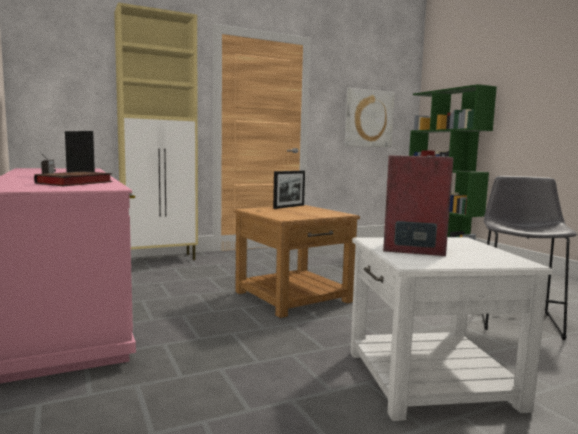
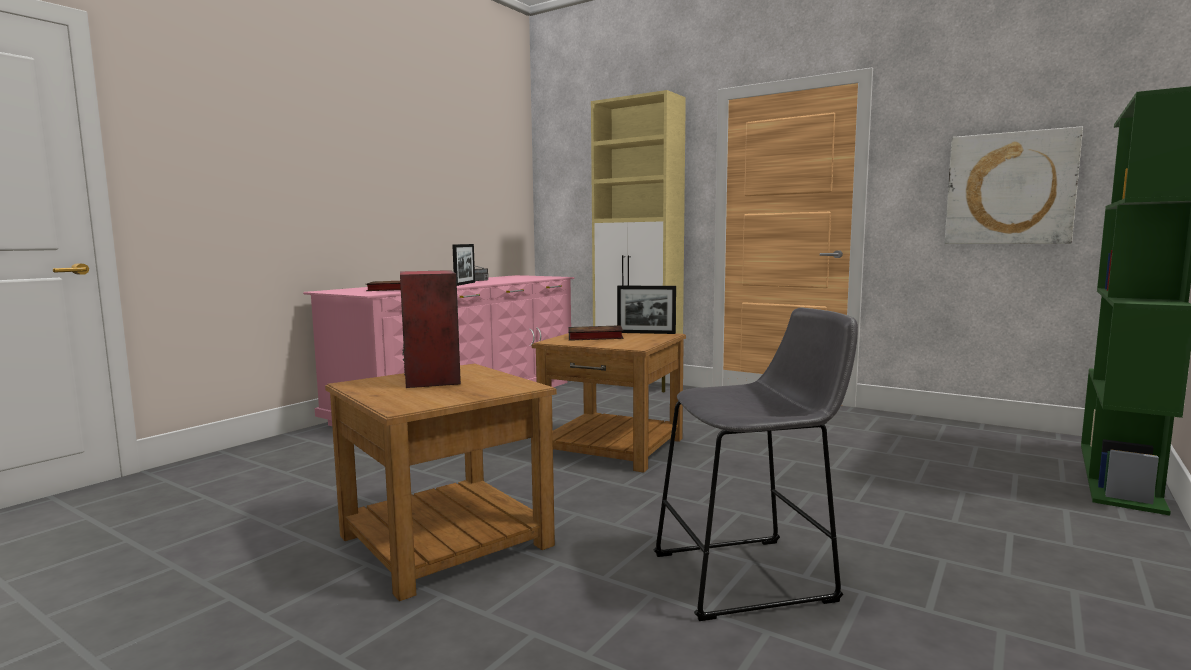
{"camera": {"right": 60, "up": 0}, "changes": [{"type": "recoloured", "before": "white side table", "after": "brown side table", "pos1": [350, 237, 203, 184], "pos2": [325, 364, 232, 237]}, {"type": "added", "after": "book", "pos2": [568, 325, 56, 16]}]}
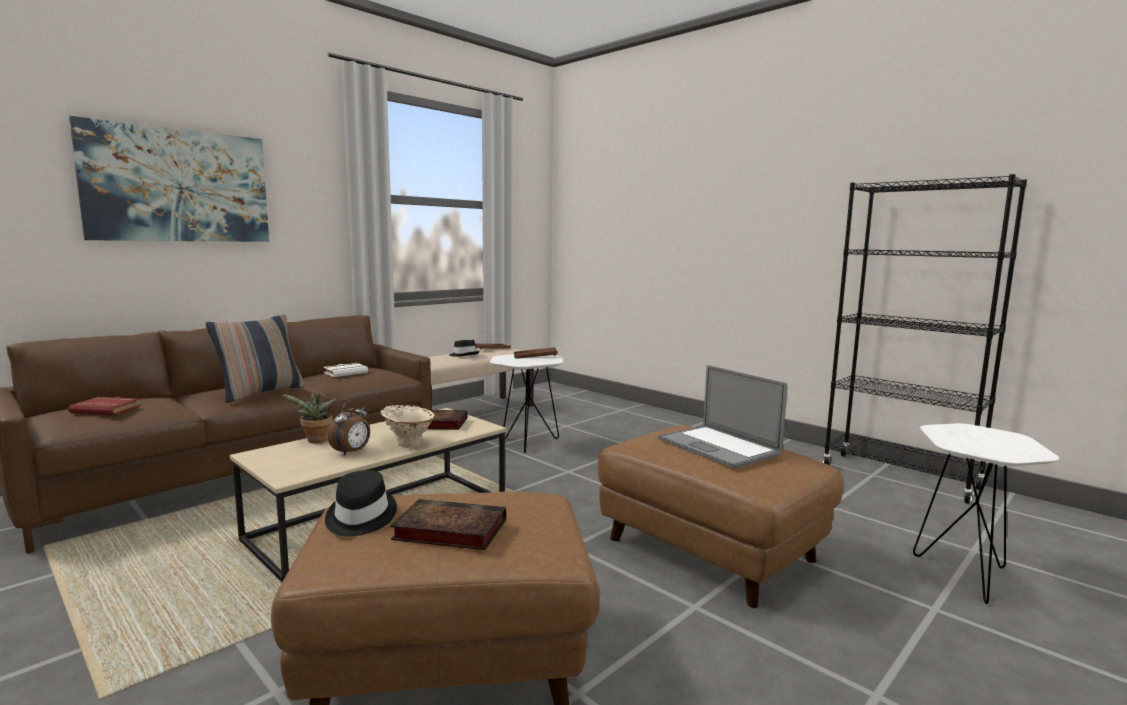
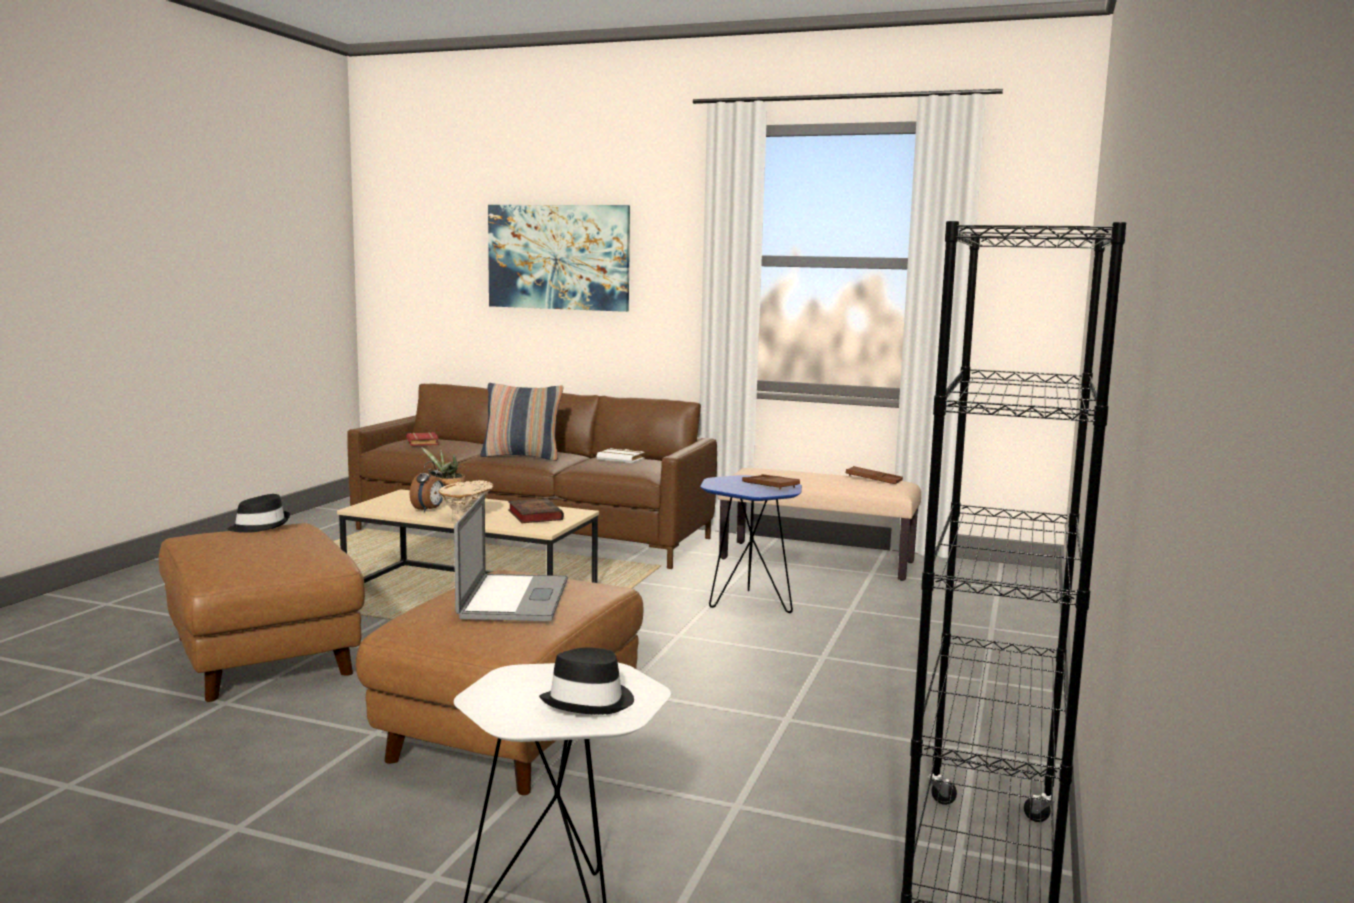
{"camera": {"right": 65, "up": 0}, "changes": [{"type": "moved", "before": "black hat", "pos1": [449, 340, 30, 17], "pos2": [539, 647, 95, 68]}, {"type": "recoloured", "before": "white side table", "after": "blue side table", "pos1": [490, 354, 73, 99], "pos2": [700, 475, 102, 138]}, {"type": "turned", "before": "laptop", "pos1": [658, 365, 130, 104], "pos2": [454, 494, 114, 127], "turn": 150}, {"type": "turned", "before": "alarm clock", "pos1": [327, 400, 43, 56], "pos2": [410, 461, 34, 51], "turn": -75}, {"type": "removed", "before": "book", "pos1": [390, 499, 116, 51]}]}
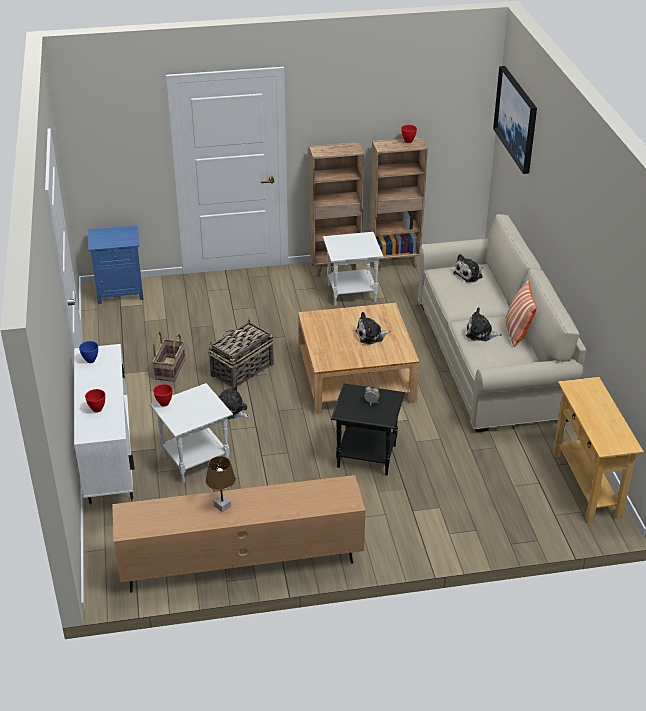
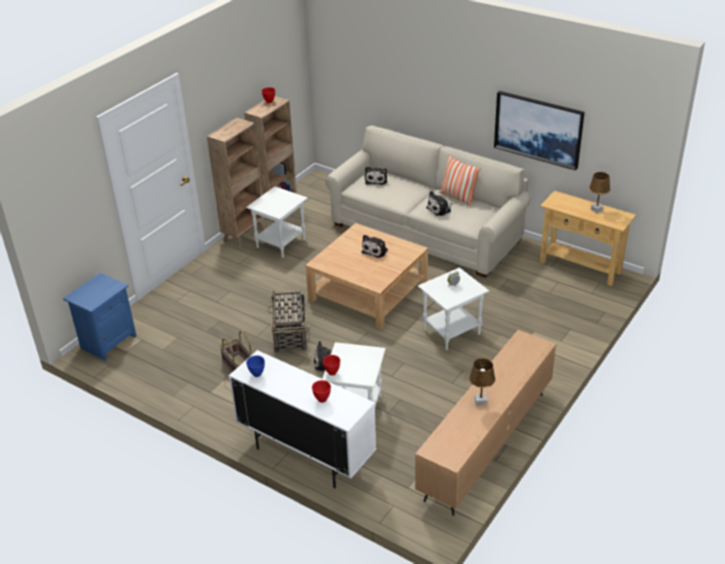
{"camera": {"right": -45, "up": 0}, "changes": [{"type": "moved", "before": "picture", "pos1": [493, 66, 44, 108], "pos2": [494, 91, 91, 80]}, {"type": "recoloured", "before": "black side table", "after": "white side table", "pos1": [331, 383, 74, 93], "pos2": [418, 267, 71, 83]}, {"type": "added", "after": "brown table lamp", "pos2": [589, 172, 21, 41]}]}
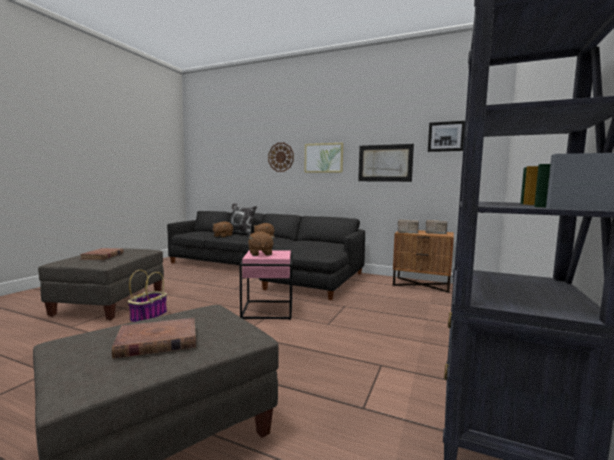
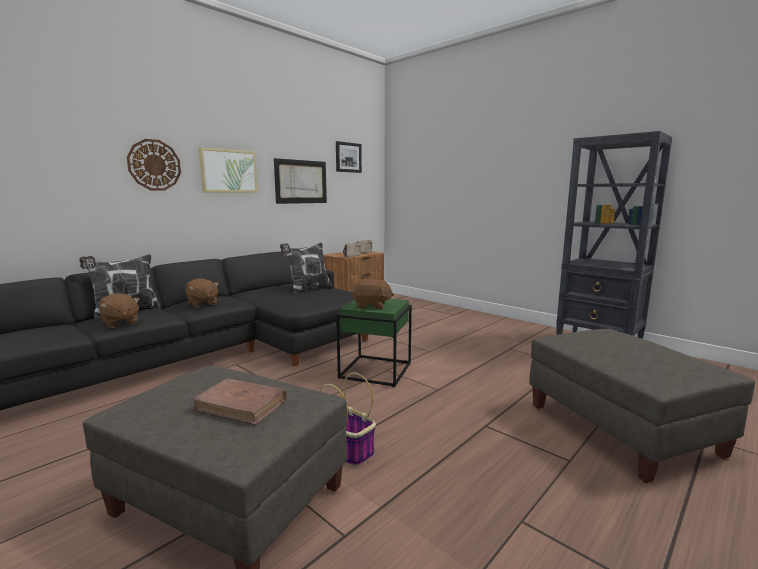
{"camera": {"right": -70, "up": 5}, "changes": [{"type": "recoloured", "before": "pink side table", "after": "green side table", "pos1": [240, 250, 53, 70], "pos2": [336, 299, 76, 88]}, {"type": "removed", "before": "brown book", "pos1": [112, 318, 84, 41]}, {"type": "added", "after": "pillow", "pos2": [280, 243, 52, 51]}]}
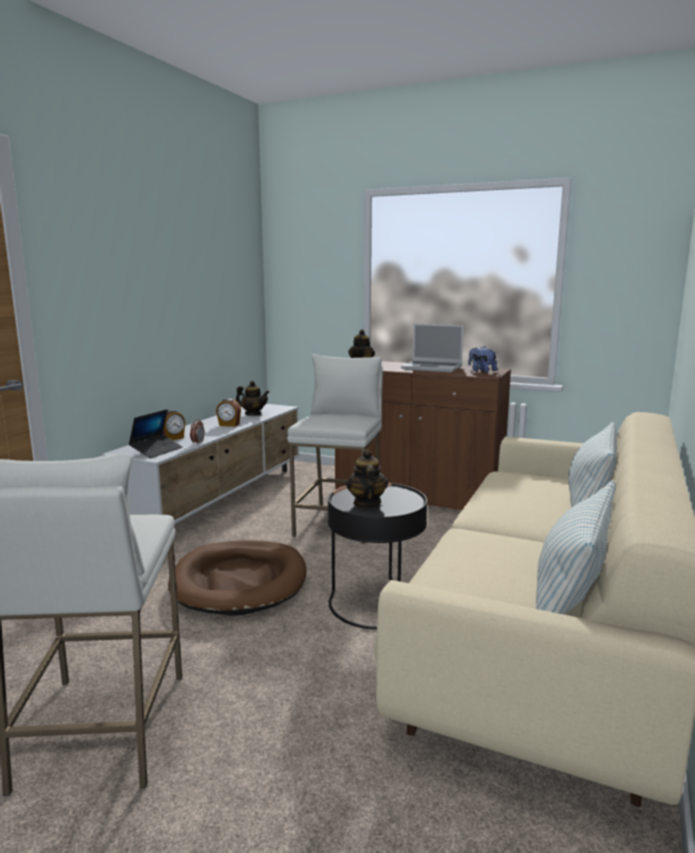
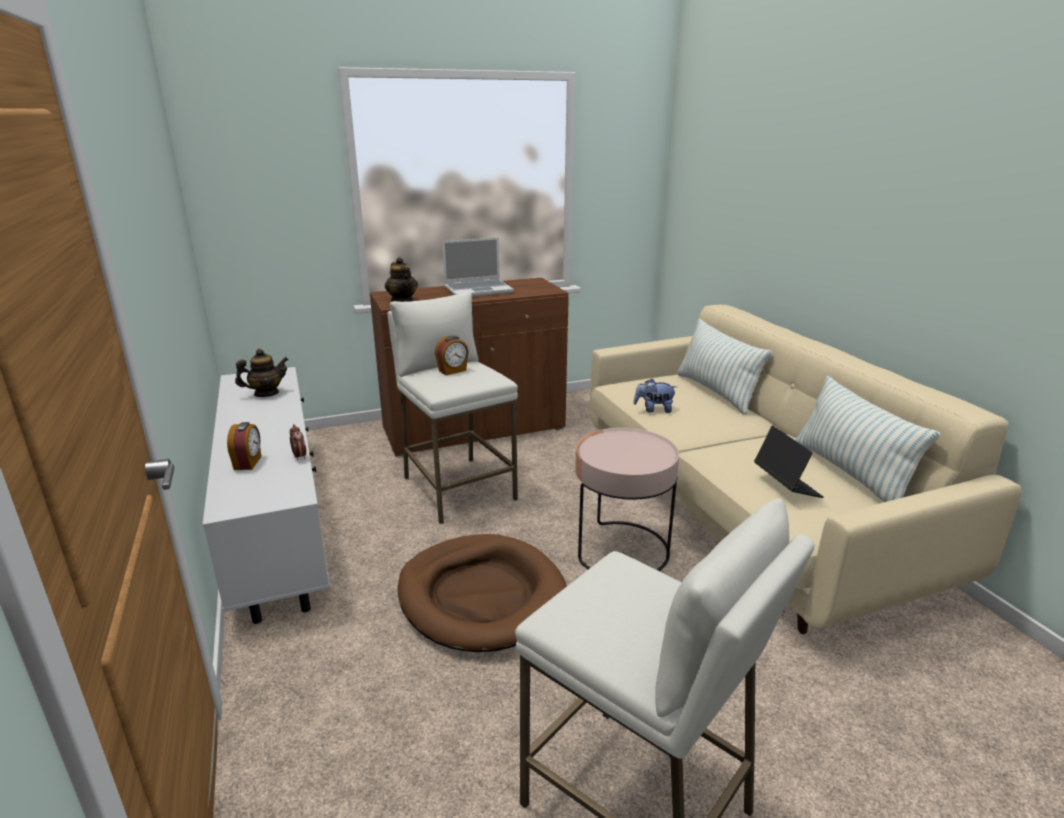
{"camera": {"right": -45, "up": 10}, "changes": [{"type": "moved", "before": "plush toy", "pos1": [468, 346, 29, 26], "pos2": [634, 379, 43, 34]}, {"type": "moved", "before": "alarm clock", "pos1": [216, 398, 25, 29], "pos2": [435, 336, 34, 39]}, {"type": "moved", "before": "laptop", "pos1": [129, 409, 53, 49], "pos2": [754, 426, 69, 72]}, {"type": "removed", "before": "teapot", "pos1": [346, 449, 42, 59]}, {"type": "recoloured", "before": "black side table", "after": "pink side table", "pos1": [328, 483, 99, 147], "pos2": [575, 428, 104, 143]}]}
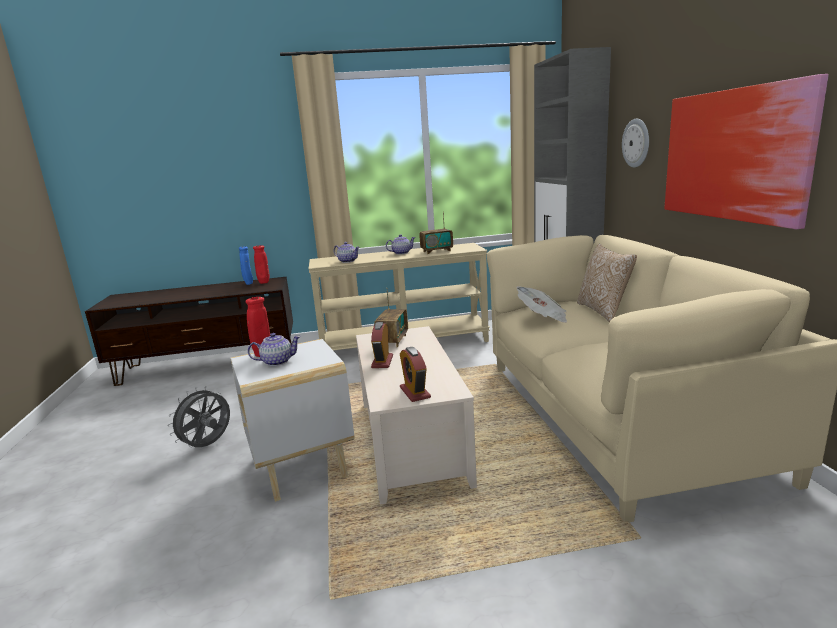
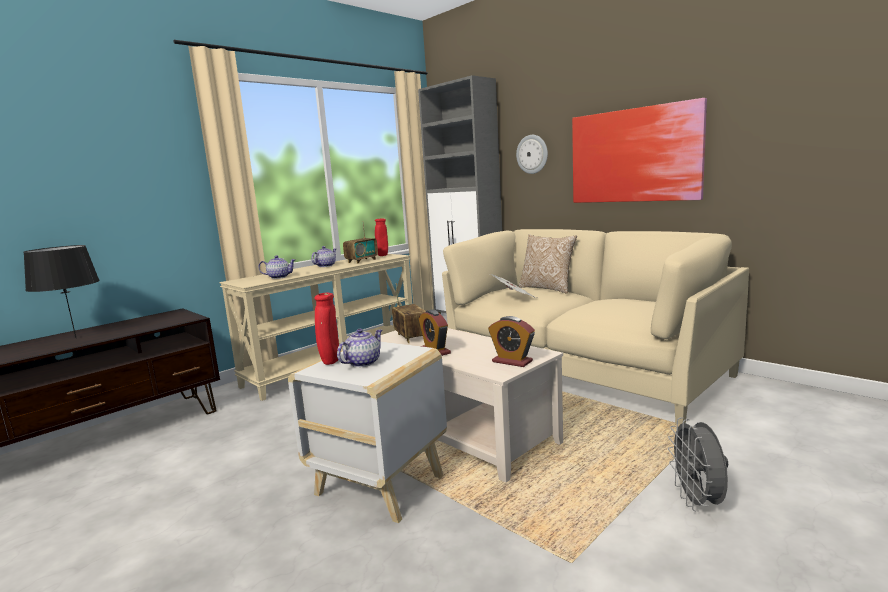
{"camera": {"right": -35, "up": -5}, "changes": [{"type": "moved", "before": "red vase", "pos1": [253, 245, 16, 39], "pos2": [375, 218, 13, 38]}, {"type": "removed", "before": "blue vase", "pos1": [239, 246, 14, 39]}, {"type": "moved", "before": "grey fan", "pos1": [168, 386, 62, 62], "pos2": [668, 417, 60, 94]}, {"type": "added", "after": "black table lamp", "pos2": [23, 245, 77, 93]}]}
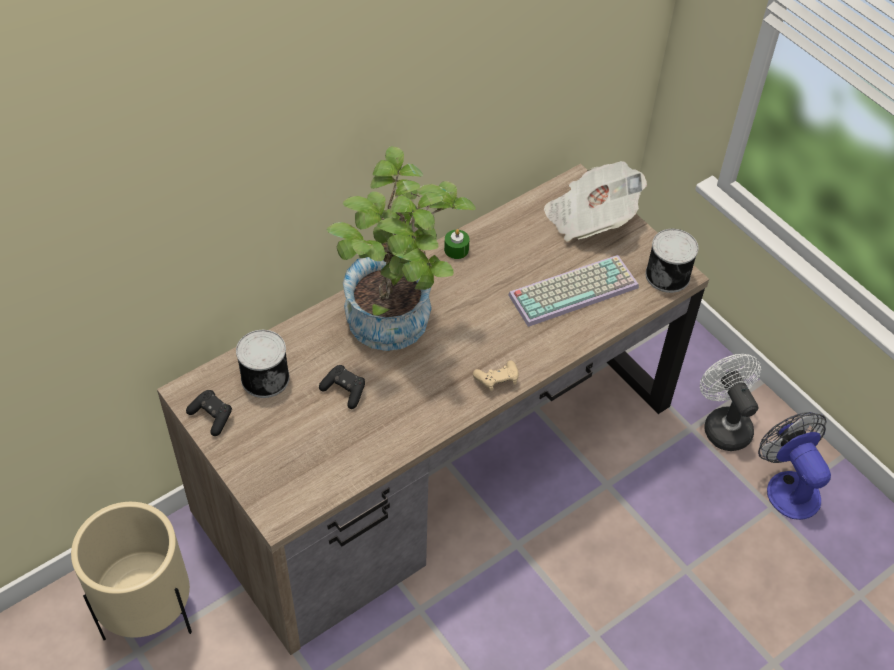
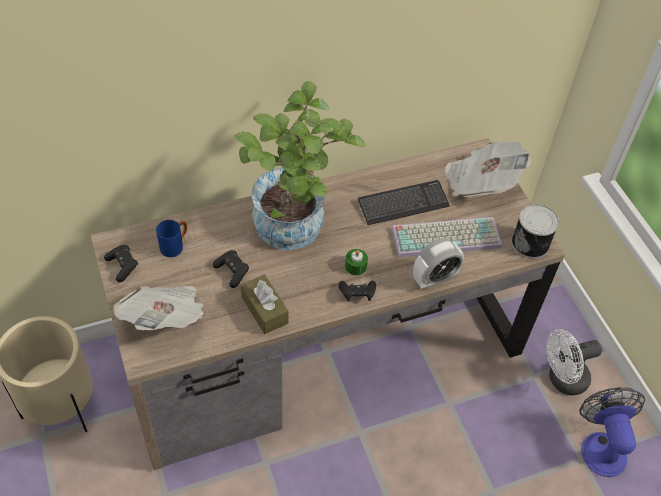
{"camera": {"right": 15, "up": 0}, "changes": [{"type": "moved", "before": "green candle", "pos1": [444, 229, 26, 30], "pos2": [345, 249, 23, 26]}, {"type": "replaced", "before": "can", "after": "blue mug", "pos1": [236, 330, 54, 68], "pos2": [156, 220, 31, 37]}, {"type": "turned", "before": "white fan", "pos1": [700, 354, 61, 97], "pos2": [546, 329, 56, 66], "turn": -105}, {"type": "recoloured", "before": "beige game controller", "after": "black game controller", "pos1": [473, 361, 46, 30], "pos2": [338, 281, 38, 20]}, {"type": "added", "after": "keyboard", "pos2": [358, 180, 92, 45]}, {"type": "added", "after": "alarm clock", "pos2": [413, 238, 51, 51]}, {"type": "added", "after": "brown tissue box", "pos2": [241, 275, 48, 59]}, {"type": "added", "after": "newspaper", "pos2": [113, 286, 92, 44]}]}
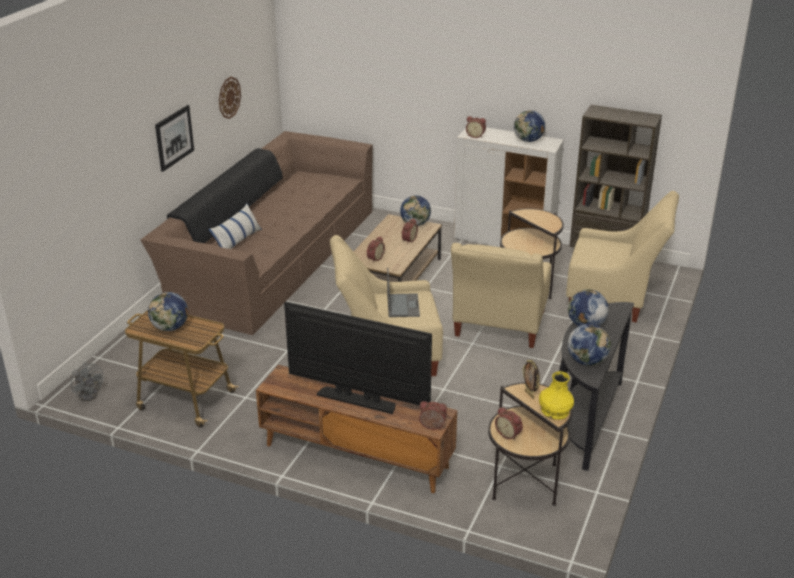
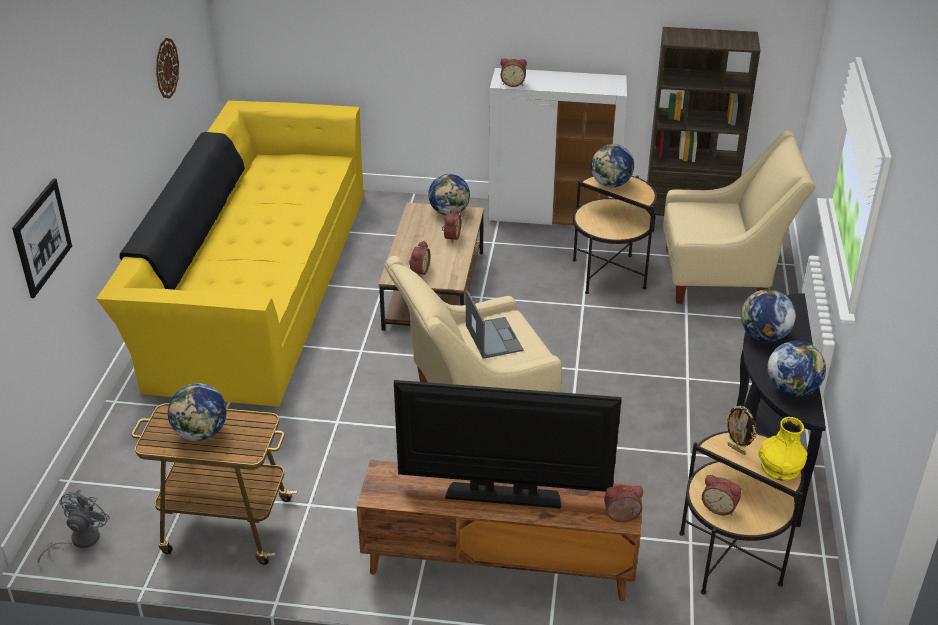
{"camera": {"right": -15, "up": 5}, "changes": [{"type": "moved", "before": "picture", "pos1": [155, 105, 39, 67], "pos2": [12, 178, 60, 120]}, {"type": "moved", "before": "globe", "pos1": [514, 110, 31, 32], "pos2": [591, 144, 43, 43]}, {"type": "recoloured", "before": "brown sofa", "after": "yellow sofa", "pos1": [140, 131, 233, 204], "pos2": [96, 101, 268, 306]}, {"type": "removed", "before": "pillow", "pos1": [208, 203, 54, 46]}, {"type": "removed", "before": "beige armchair", "pos1": [451, 243, 100, 105]}, {"type": "turned", "before": "grey fan", "pos1": [71, 363, 33, 38], "pos2": [38, 490, 72, 74], "turn": -105}]}
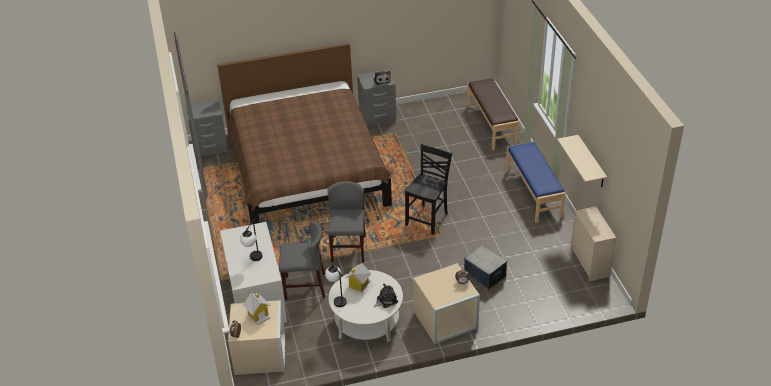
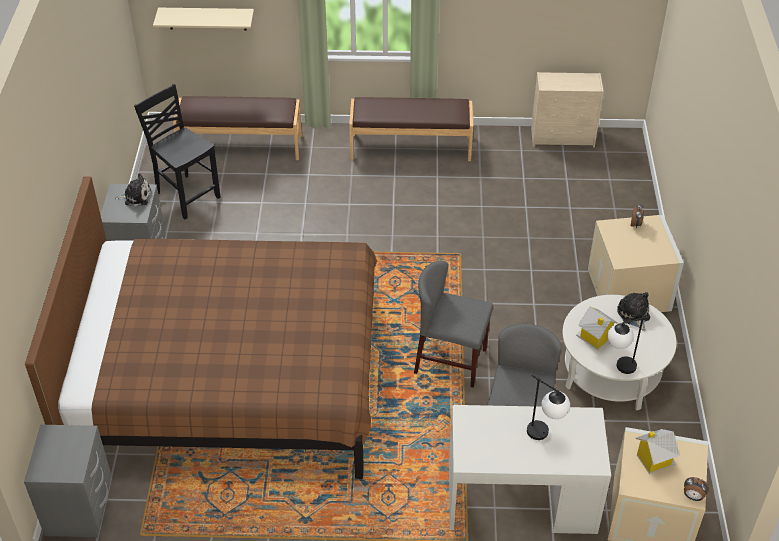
{"camera": {"right": -75, "up": 5}, "changes": [{"type": "moved", "before": "beige shelf", "pos1": [557, 135, 50, 52], "pos2": [153, 8, 101, 22]}, {"type": "recoloured", "before": "blue bench", "after": "brown bench", "pos1": [506, 142, 60, 81], "pos2": [349, 97, 124, 64]}, {"type": "moved", "before": "black chair", "pos1": [405, 144, 47, 91], "pos2": [134, 84, 86, 135]}, {"type": "removed", "before": "storage box", "pos1": [464, 245, 43, 45]}]}
